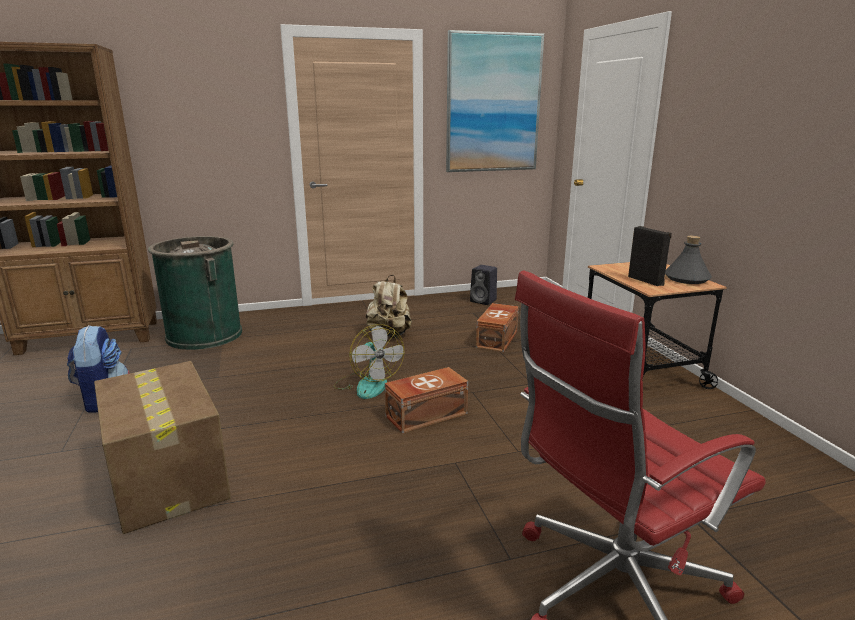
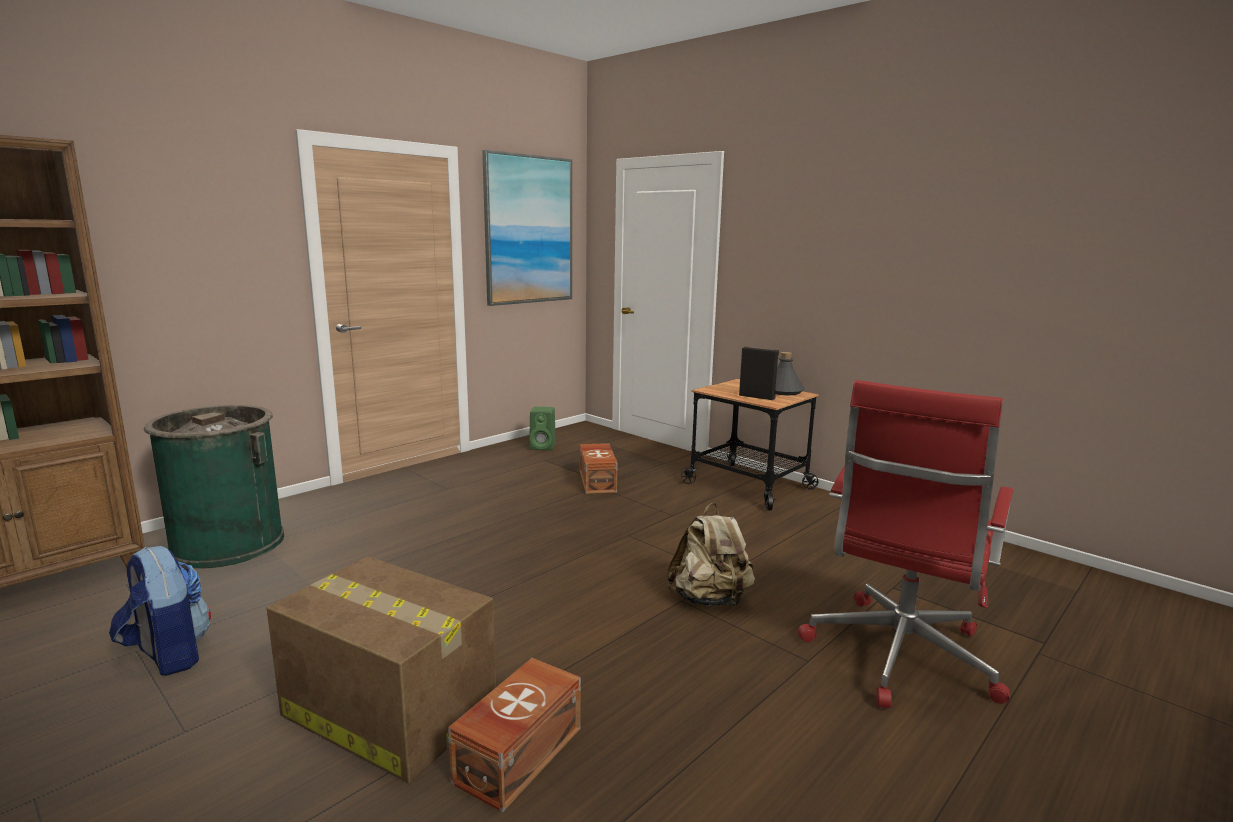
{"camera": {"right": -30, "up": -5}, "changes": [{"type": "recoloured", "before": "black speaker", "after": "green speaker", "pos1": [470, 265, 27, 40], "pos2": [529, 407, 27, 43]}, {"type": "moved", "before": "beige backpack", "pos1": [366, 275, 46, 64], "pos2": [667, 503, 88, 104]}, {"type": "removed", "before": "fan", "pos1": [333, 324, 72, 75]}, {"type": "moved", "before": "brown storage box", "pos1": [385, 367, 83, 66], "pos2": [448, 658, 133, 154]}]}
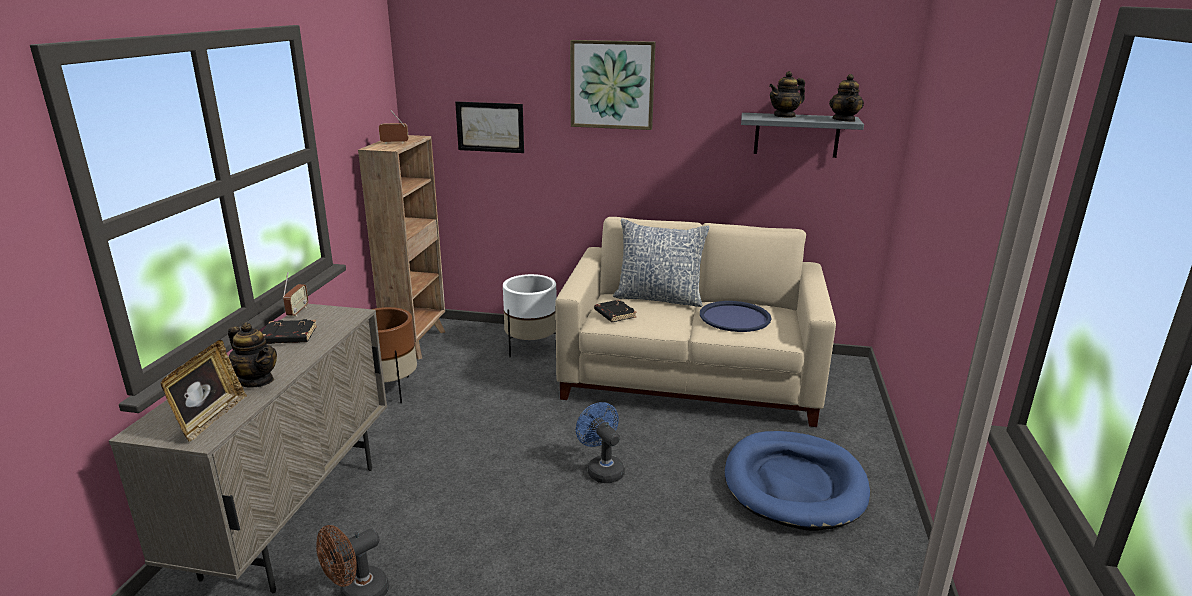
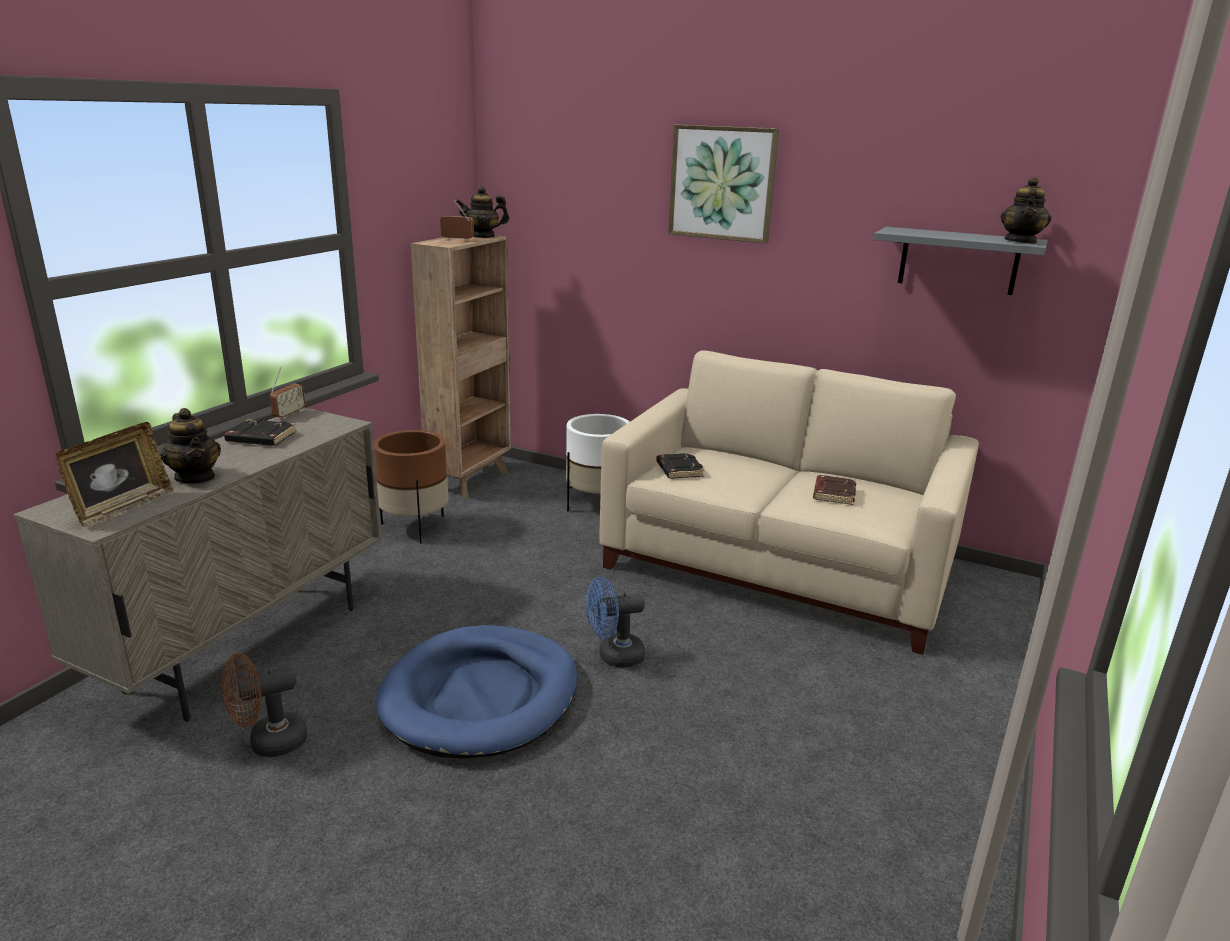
{"camera": {"right": 15, "up": 0}, "changes": [{"type": "moved", "before": "teapot", "pos1": [769, 71, 36, 47], "pos2": [456, 186, 53, 52]}, {"type": "removed", "before": "picture", "pos1": [455, 102, 69, 51]}, {"type": "removed", "before": "pillow", "pos1": [613, 218, 97, 89]}, {"type": "replaced", "before": "blue tray", "after": "brown book", "pos1": [700, 301, 71, 31], "pos2": [813, 475, 43, 30]}, {"type": "turned", "before": "blue fan", "pos1": [576, 402, 49, 81], "pos2": [586, 577, 59, 91], "turn": -90}, {"type": "moved", "before": "blue dog bed", "pos1": [725, 431, 145, 100], "pos2": [376, 625, 201, 134]}]}
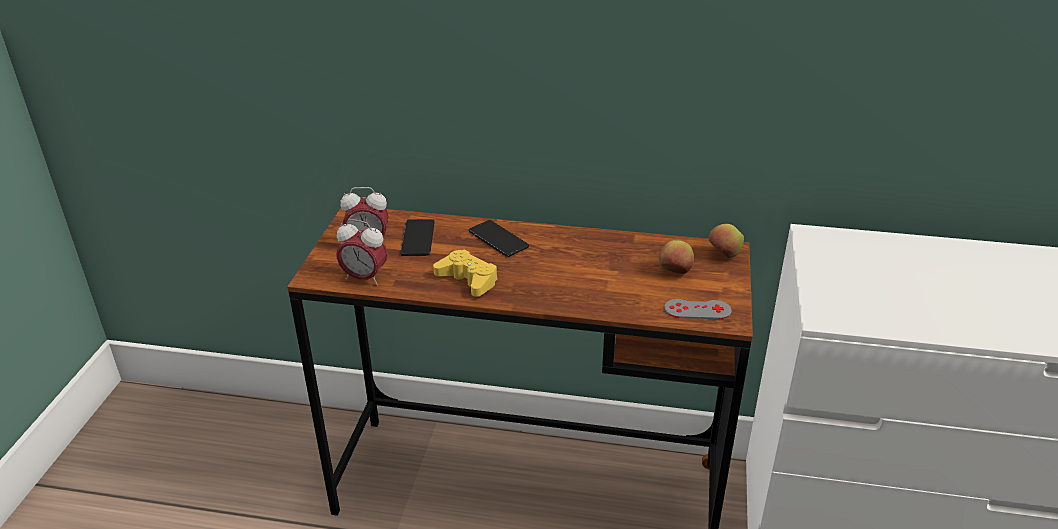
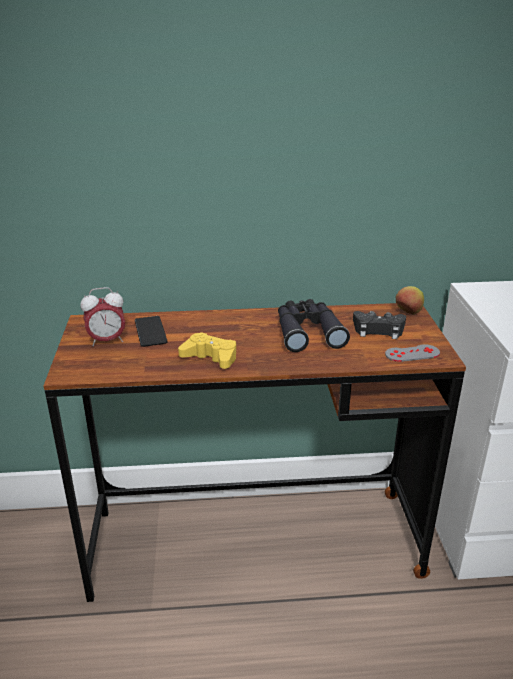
{"camera": {"right": -15, "up": -5}, "changes": [{"type": "removed", "before": "alarm clock", "pos1": [336, 219, 52, 67]}, {"type": "removed", "before": "phone", "pos1": [469, 220, 60, 37]}, {"type": "replaced", "before": "apple", "after": "black game controller", "pos1": [659, 240, 35, 34], "pos2": [353, 311, 53, 28]}, {"type": "added", "after": "black binoculars", "pos2": [278, 299, 72, 53]}]}
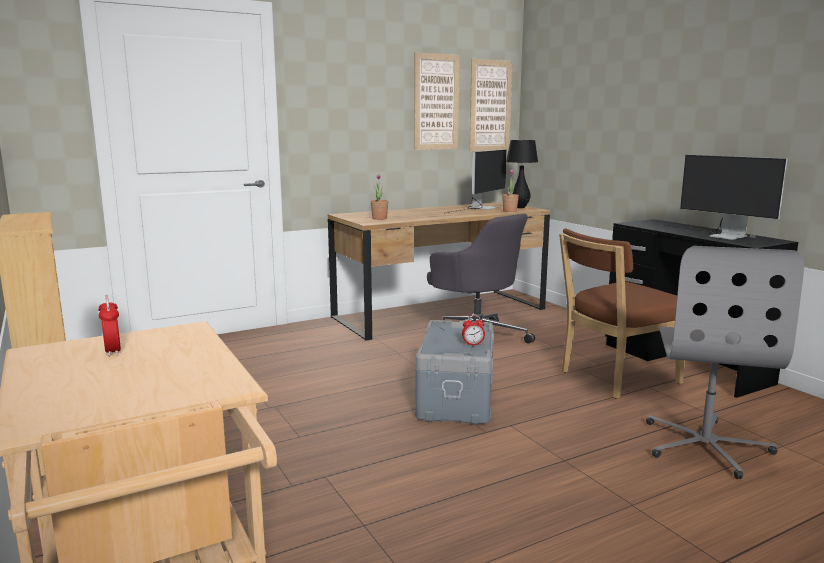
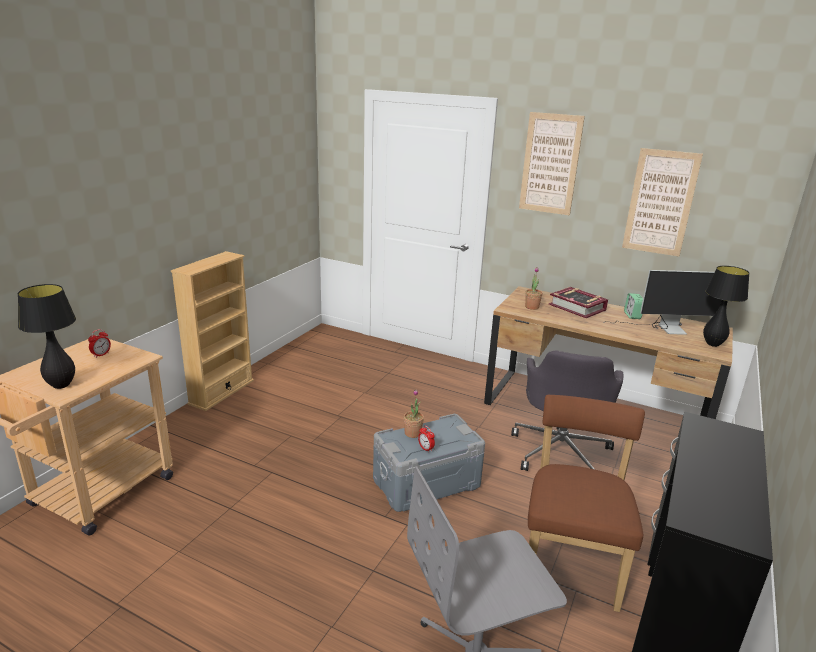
{"camera": {"right": 55, "up": 10}, "changes": [{"type": "moved", "before": "picture", "pos1": [469, 59, 44, 92], "pos2": [519, 112, 66, 103]}, {"type": "removed", "before": "monitor", "pos1": [660, 155, 127, 85]}, {"type": "moved", "before": "potted plant", "pos1": [502, 170, 17, 42], "pos2": [404, 389, 20, 49]}, {"type": "turned", "before": "brown chair", "pos1": [559, 228, 126, 171], "pos2": [528, 395, 117, 217], "turn": 75}, {"type": "added", "after": "black table lamp", "pos2": [18, 284, 58, 105]}, {"type": "added", "after": "book", "pos2": [549, 287, 59, 31]}, {"type": "added", "after": "alarm clock", "pos2": [624, 293, 19, 26]}]}
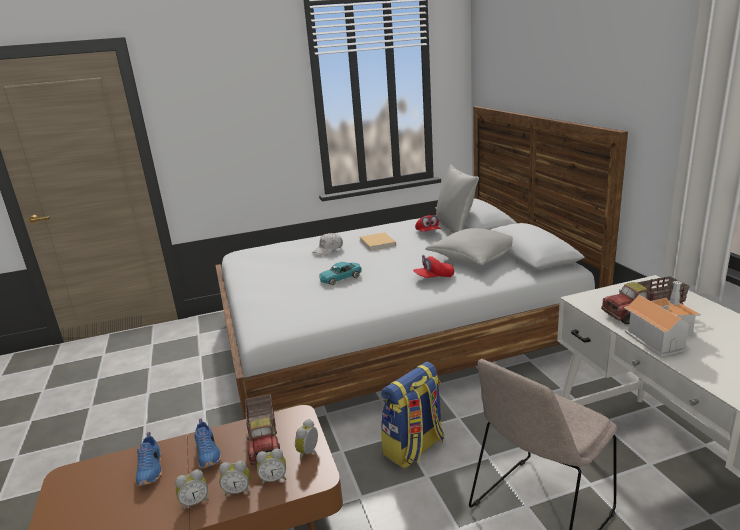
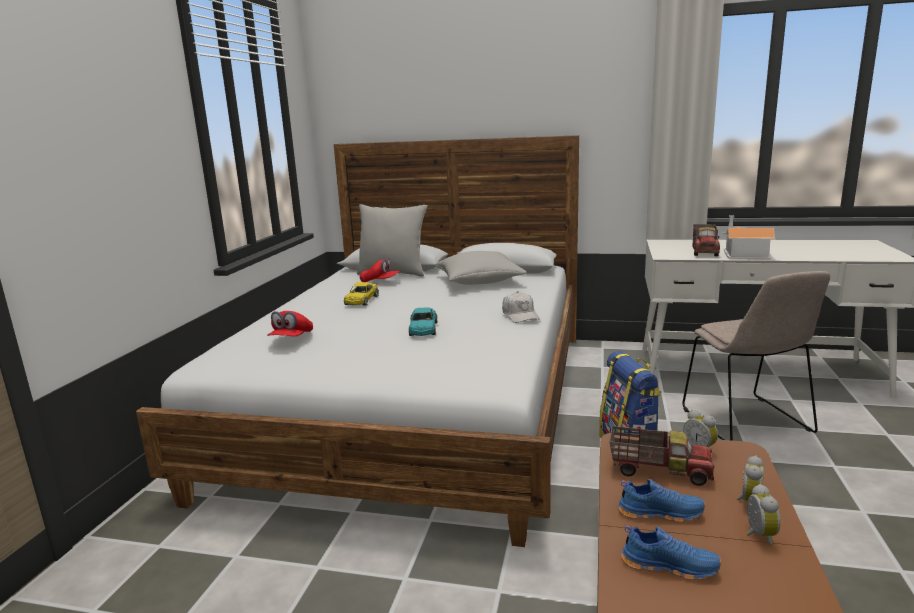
{"camera": {"right": -60, "up": -5}, "changes": [{"type": "replaced", "before": "beige book", "after": "yellow toy car", "pos1": [360, 232, 36, 19], "pos2": [344, 282, 35, 24]}, {"type": "moved", "before": "white cap", "pos1": [313, 233, 30, 22], "pos2": [502, 291, 38, 32]}, {"type": "moved", "before": "red cap", "pos1": [413, 255, 41, 23], "pos2": [267, 311, 46, 25]}, {"type": "removed", "before": "alarm clock", "pos1": [256, 449, 30, 36]}]}
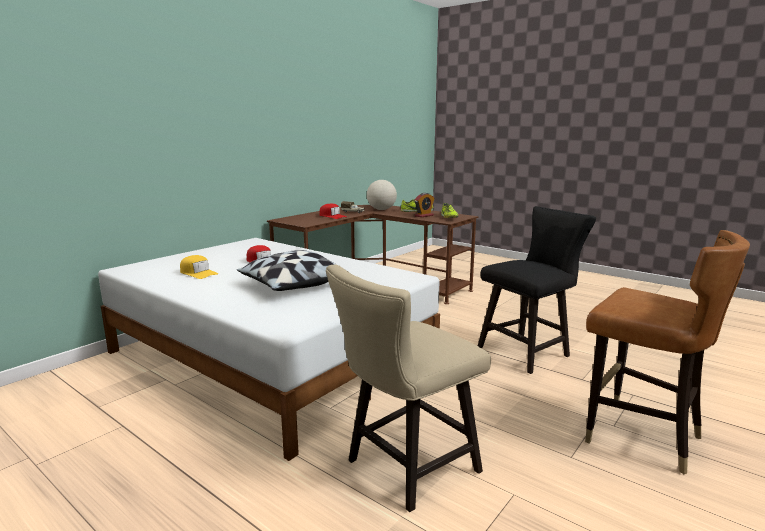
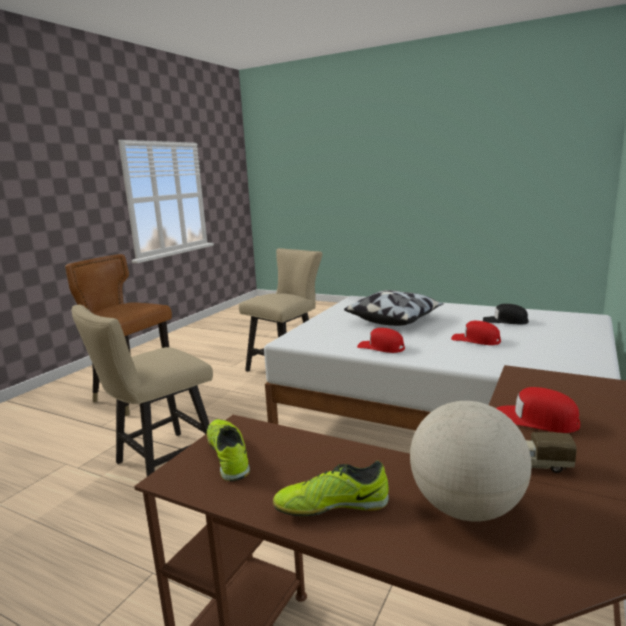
{"camera": {"right": 170, "up": 0}, "changes": [{"type": "removed", "before": "alarm clock", "pos1": [415, 193, 20, 24]}, {"type": "recoloured", "before": "black chair", "after": "beige chair", "pos1": [478, 206, 118, 168], "pos2": [71, 305, 142, 172]}, {"type": "recoloured", "before": "yellow cap", "after": "black cap", "pos1": [180, 255, 38, 24], "pos2": [483, 304, 45, 20]}, {"type": "added", "after": "red cap", "pos2": [357, 328, 48, 25]}]}
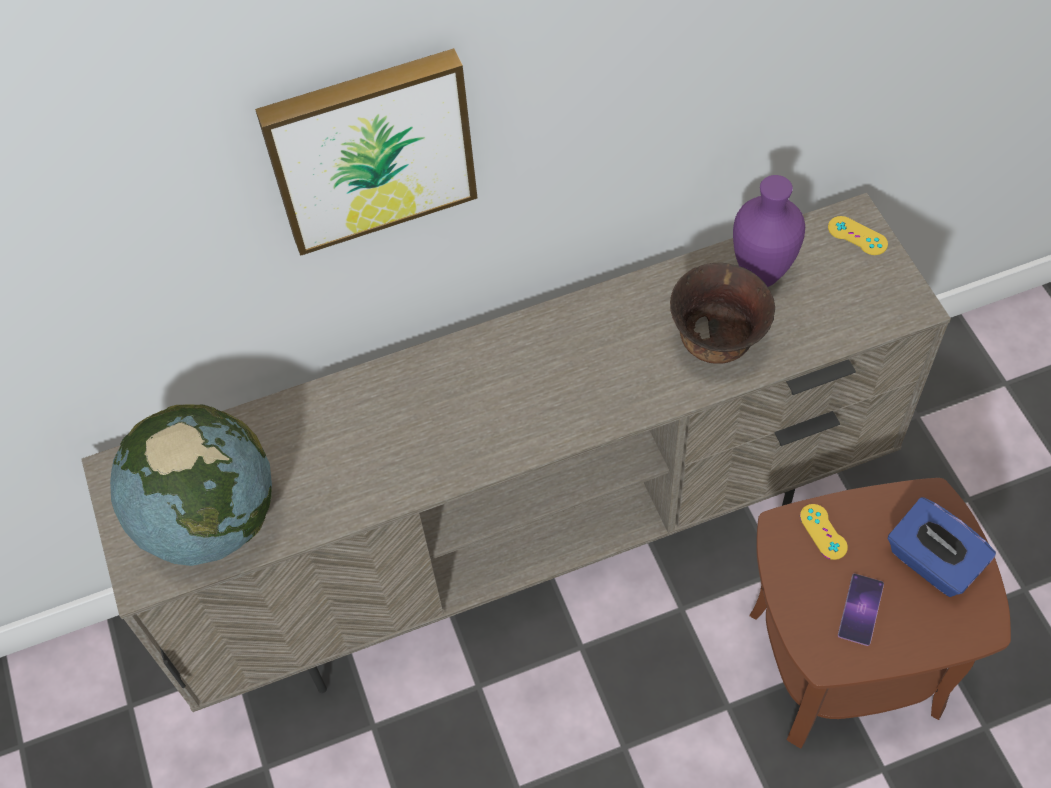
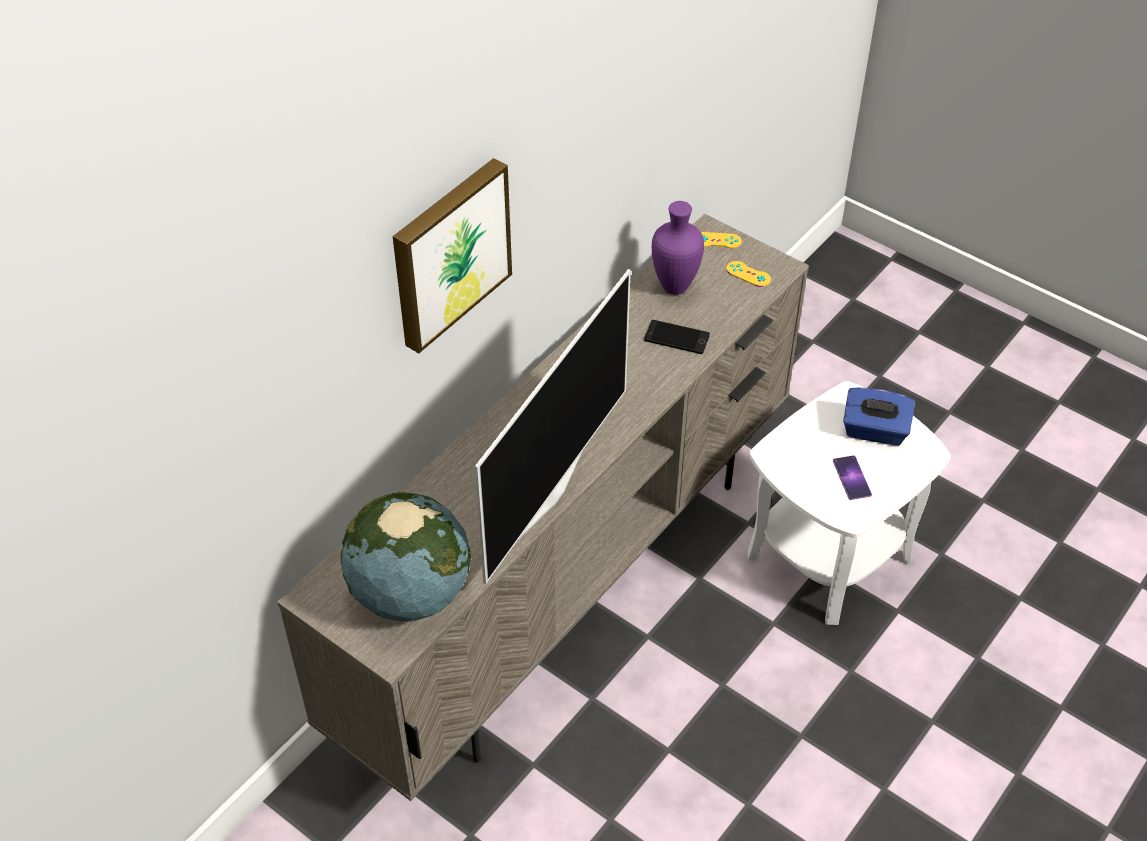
{"camera": {"right": -35, "up": -10}, "changes": [{"type": "replaced", "before": "brown bowl", "after": "phone", "pos1": [670, 263, 105, 100], "pos2": [644, 320, 66, 34]}, {"type": "recoloured", "before": "brown side table", "after": "white side table", "pos1": [749, 478, 262, 271], "pos2": [748, 381, 203, 244]}, {"type": "moved", "before": "yellow game controller", "pos1": [800, 504, 48, 56], "pos2": [726, 261, 45, 26]}, {"type": "added", "after": "television", "pos2": [475, 269, 156, 315]}]}
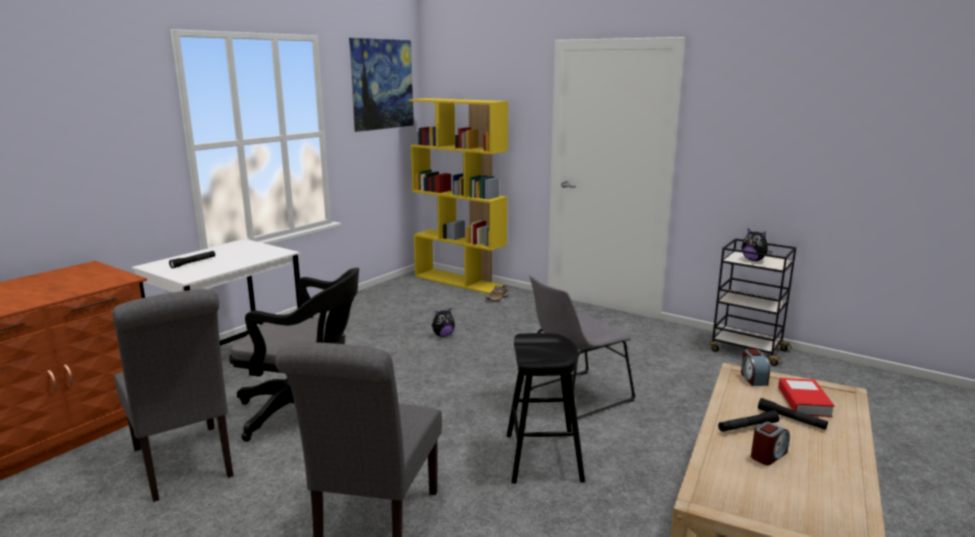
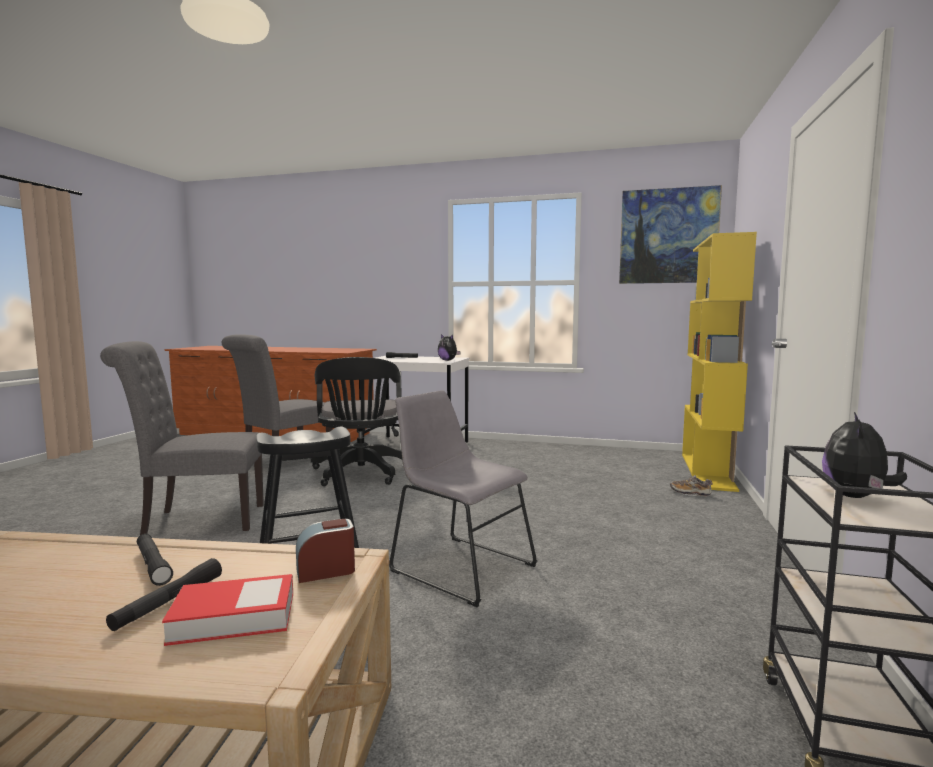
{"camera": {"right": 70, "up": -10}, "changes": [{"type": "moved", "before": "plush toy", "pos1": [432, 308, 23, 29], "pos2": [438, 334, 23, 27]}, {"type": "removed", "before": "alarm clock", "pos1": [751, 421, 39, 44]}]}
